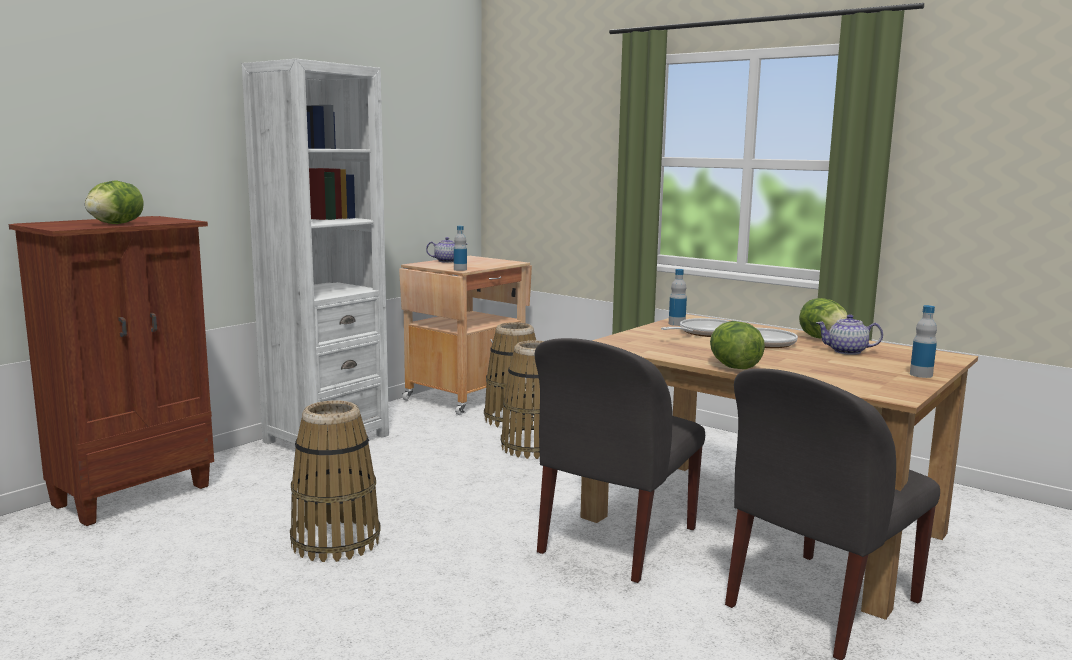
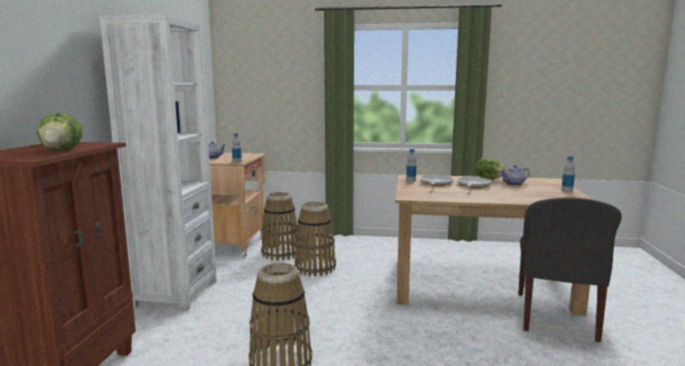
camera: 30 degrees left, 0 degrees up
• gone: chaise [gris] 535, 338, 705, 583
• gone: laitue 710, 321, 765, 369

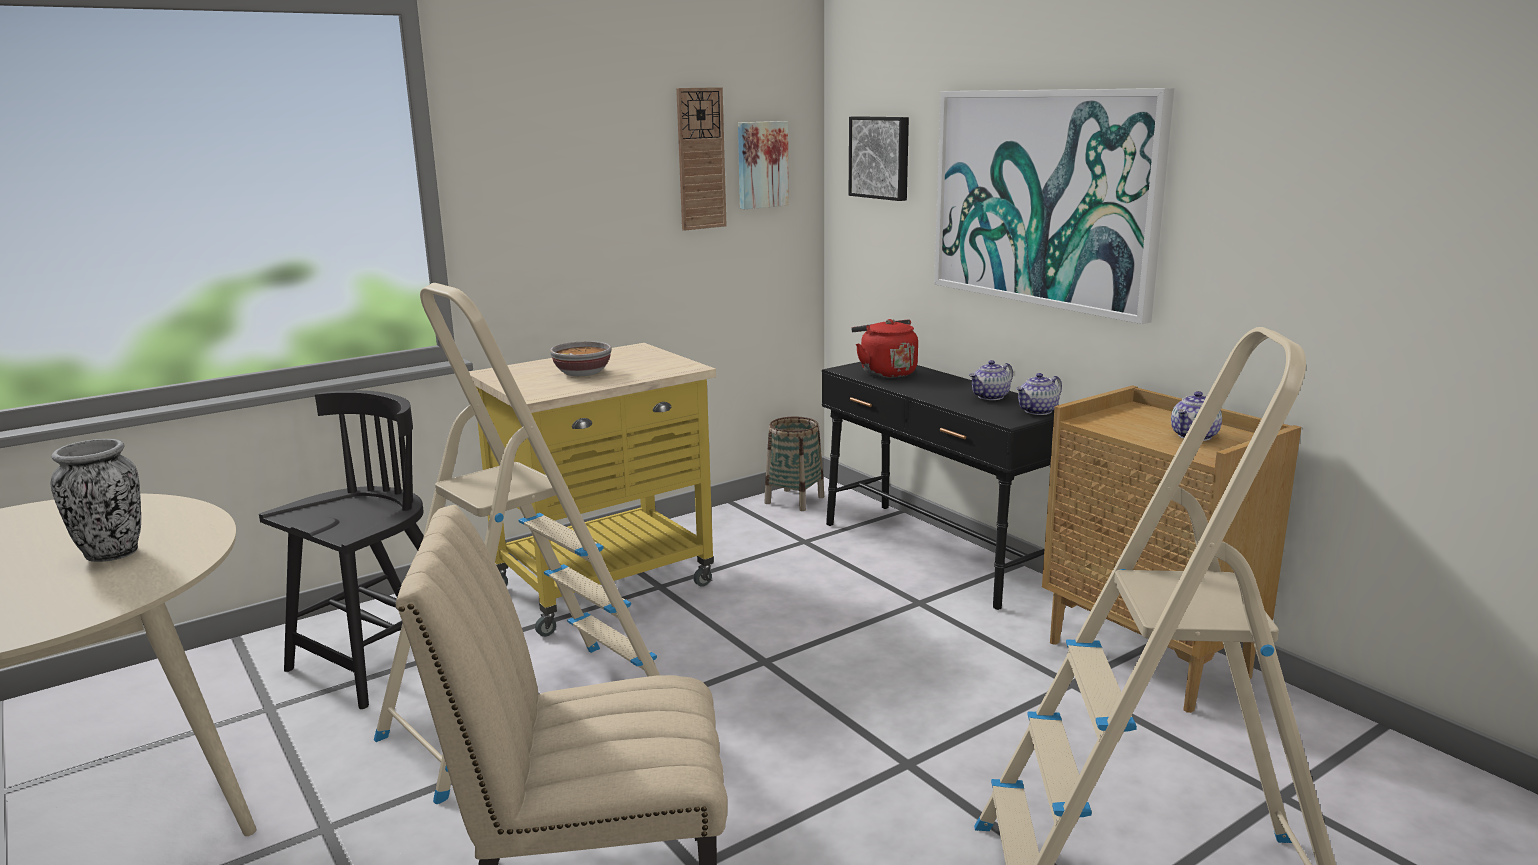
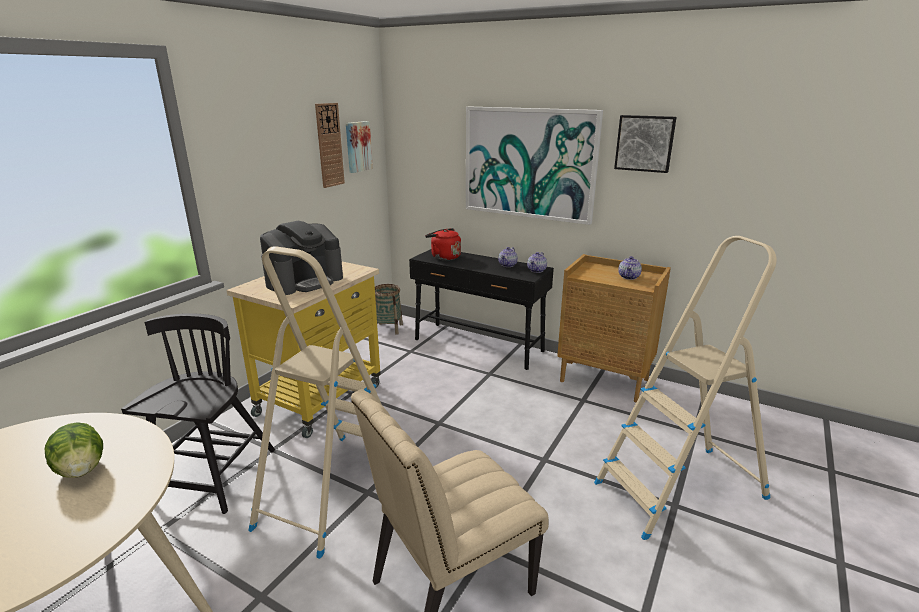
camera: 25 degrees left, 5 degrees up
• swapped: vase 51, 439, 141, 562 to laitue 45, 422, 103, 478
• swapped: bol 550, 341, 611, 376 to machine à café 260, 221, 343, 295
• shifted: tableau 849, 116, 909, 201 to 614, 115, 677, 173

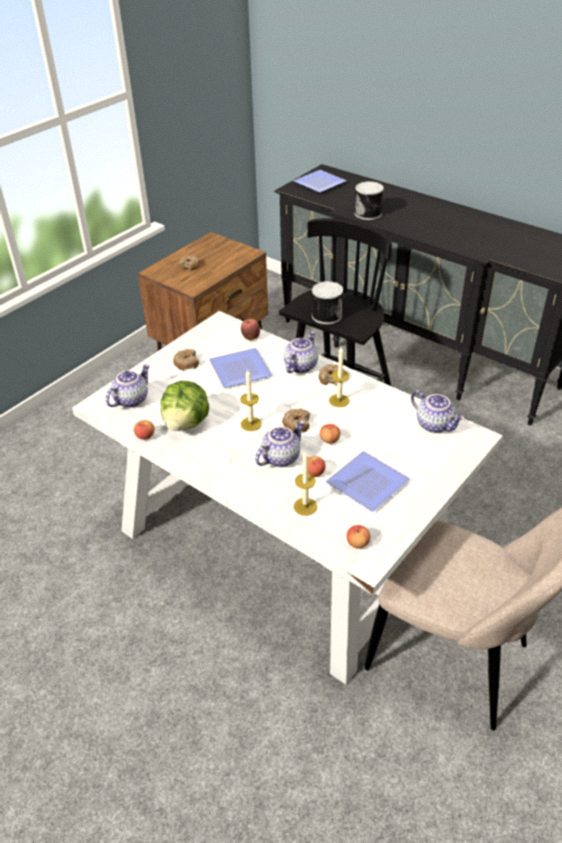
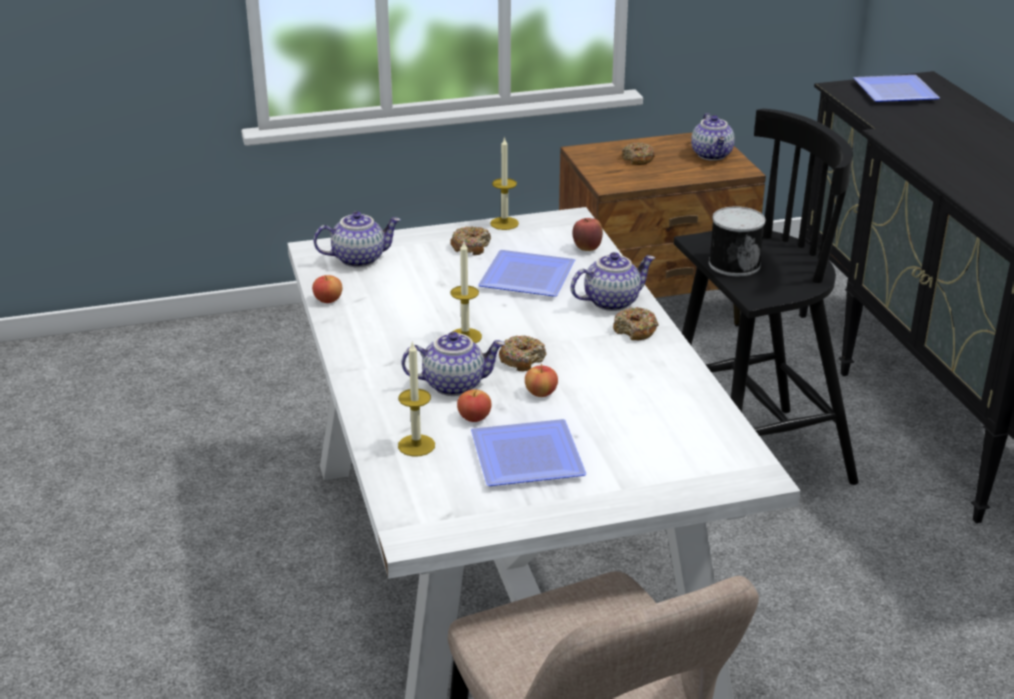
camera: 35 degrees right, 10 degrees down
• gone: laitue 161, 381, 209, 431
• shifted: bougie 329, 347, 349, 407 to 490, 137, 519, 230
• gone: pomme 346, 525, 370, 548
• gone: boîte métallique 354, 181, 384, 220
• shifted: théière 411, 390, 465, 433 to 691, 113, 735, 161

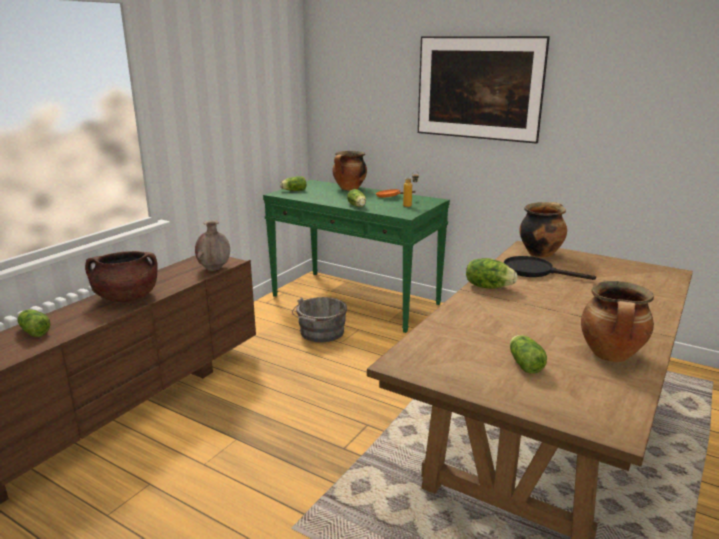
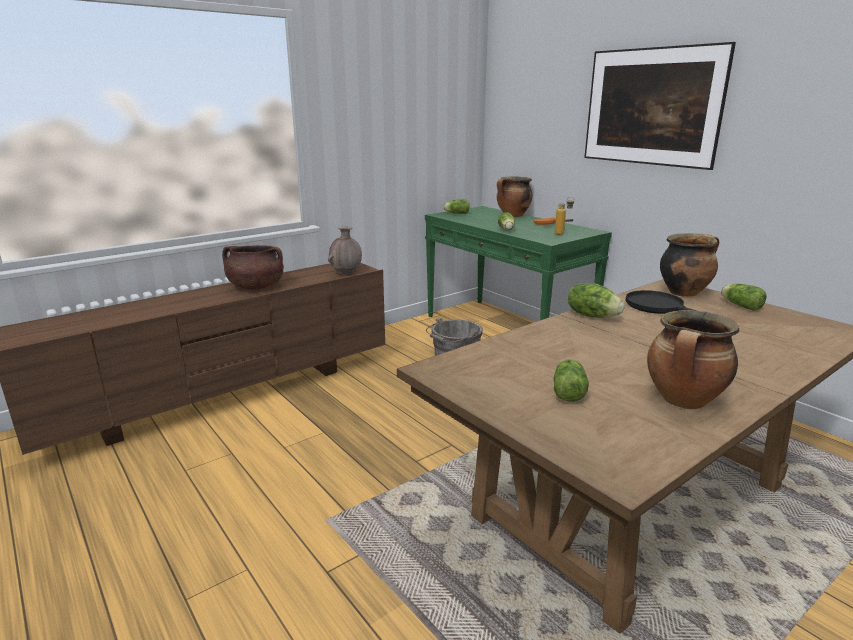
camera: 20 degrees right, 0 degrees up
• shifted: laitue 18, 309, 51, 337 to 721, 284, 767, 311

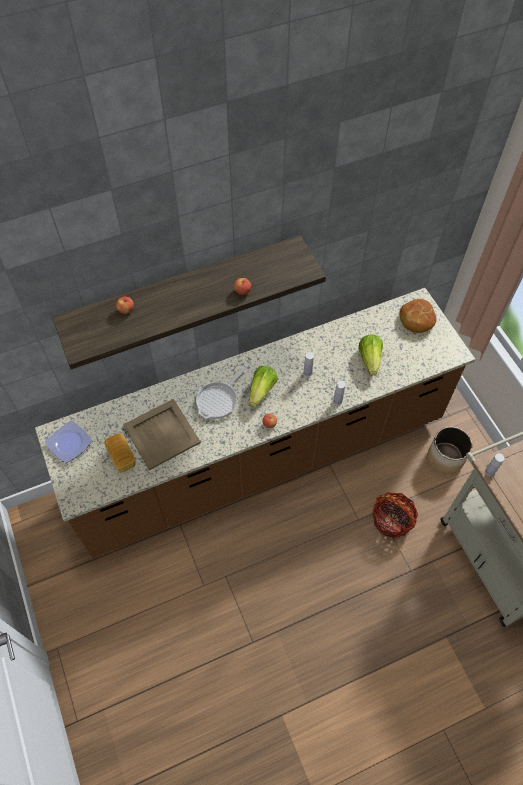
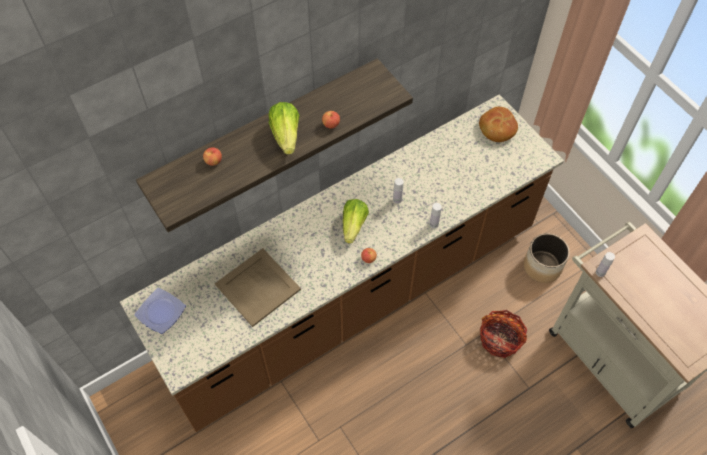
camera: 10 degrees left, 0 degrees up
• gone: pain 104, 433, 136, 472
• gone: poêle 196, 365, 247, 419
• shifted: laitue 358, 334, 383, 375 to 269, 102, 299, 155

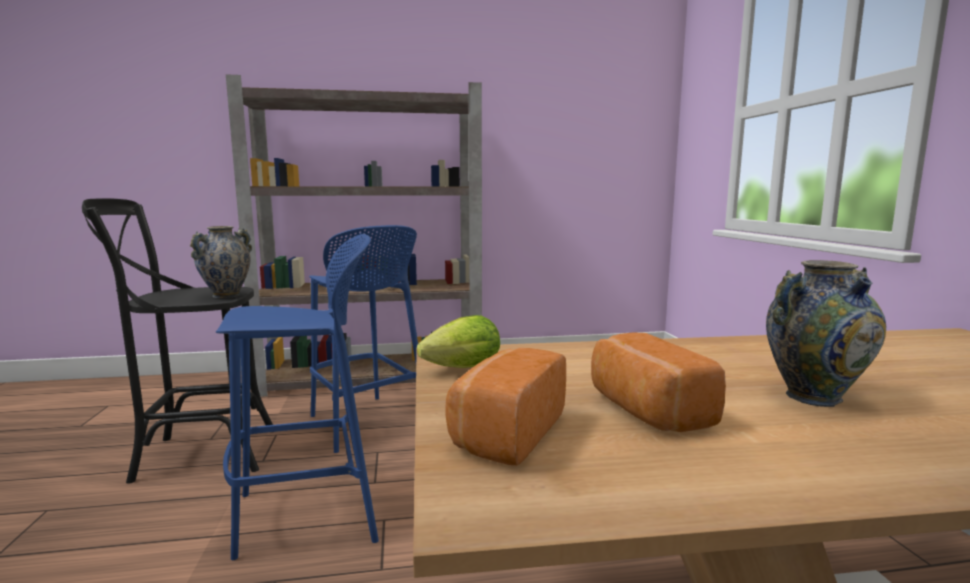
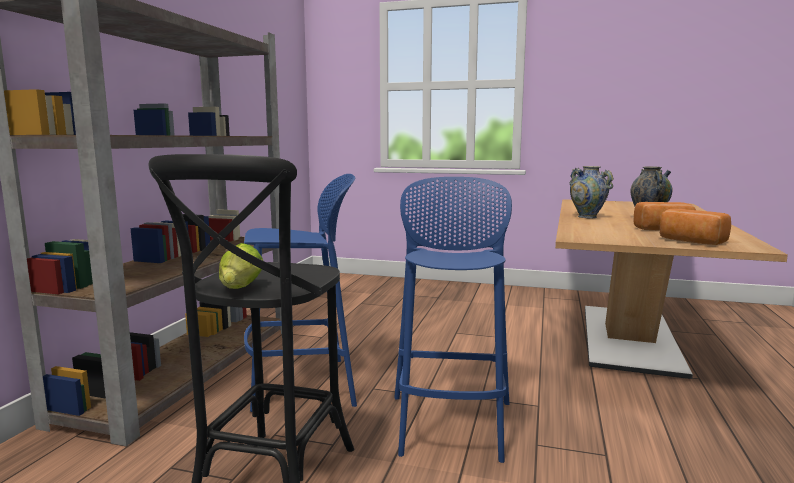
camera: 65 degrees left, 0 degrees up
• shifted: vase 190, 226, 252, 298 to 570, 166, 614, 218
• shifted: laitue 417, 315, 500, 368 to 219, 243, 263, 289

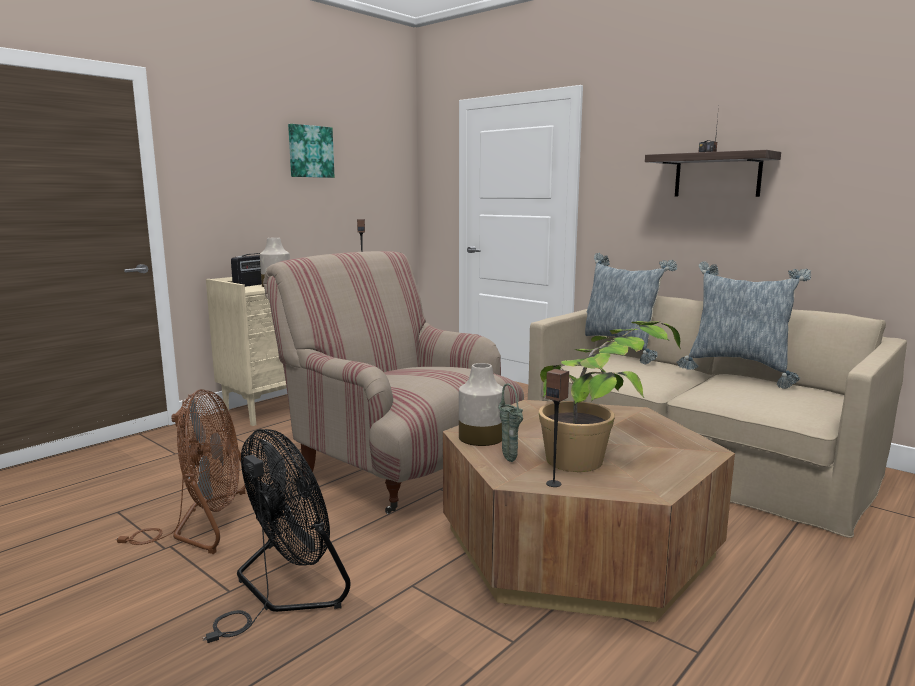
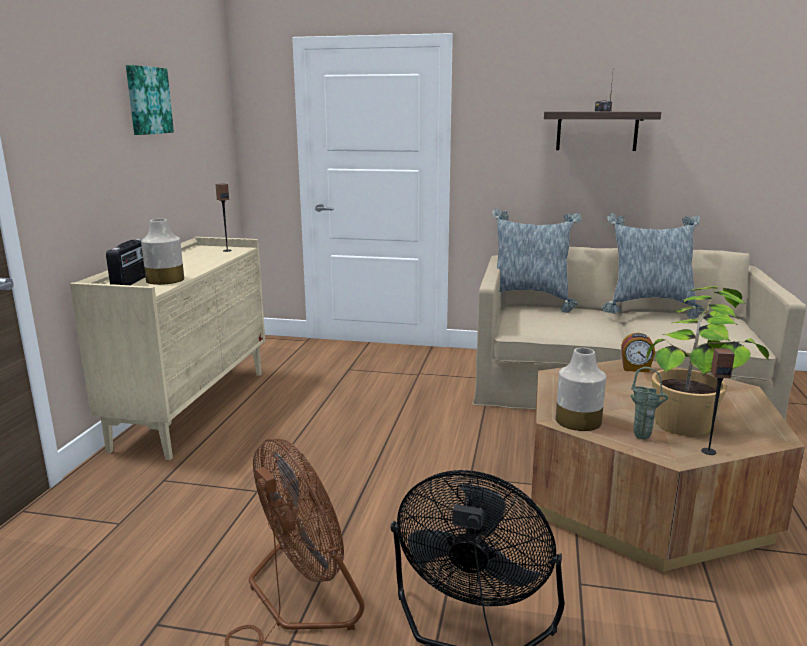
camera: 30 degrees left, 5 degrees up
• gone: fauteuil [beige] 263, 251, 524, 514
• new: réveil 621, 333, 655, 372

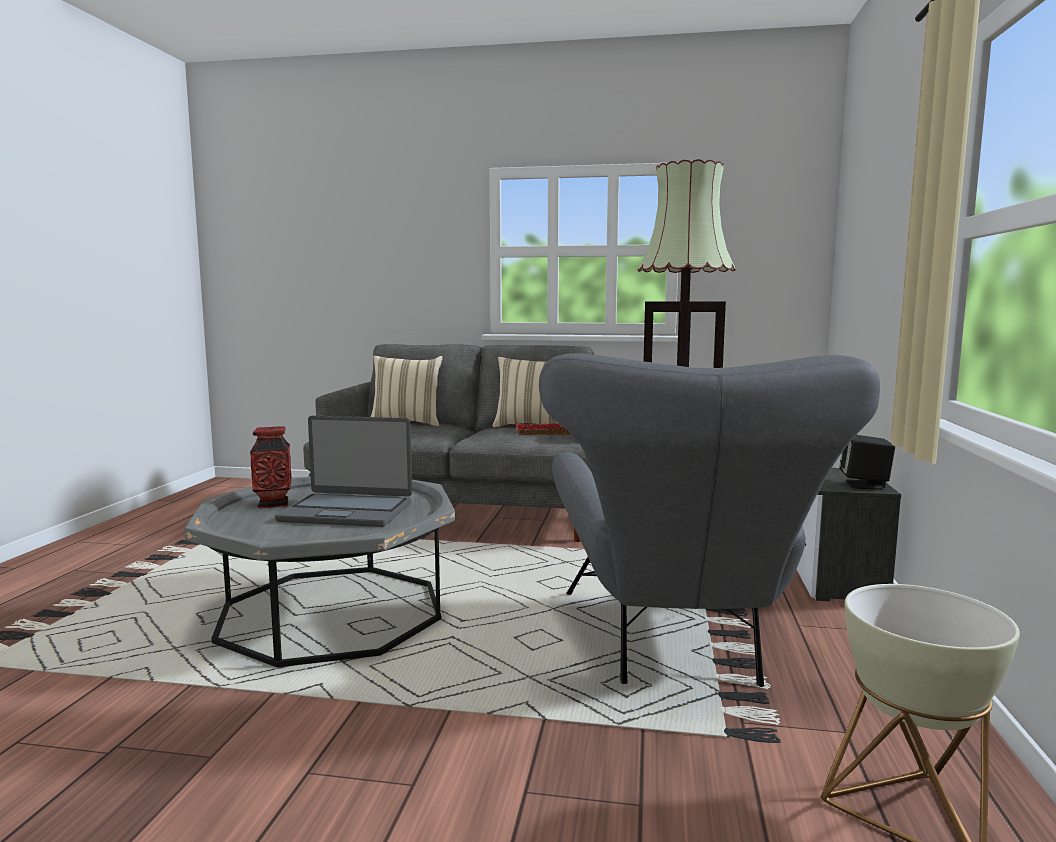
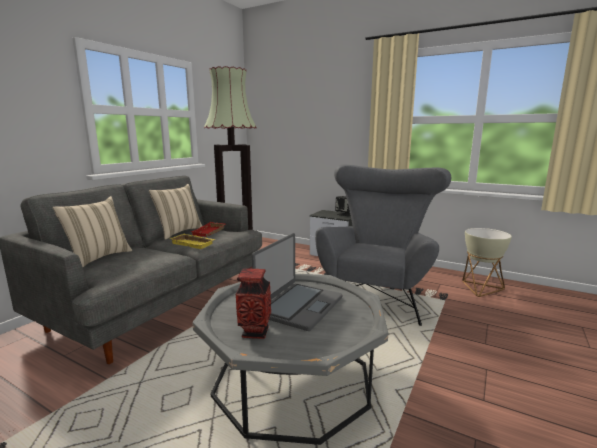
camera: 70 degrees left, 5 degrees up
• rotated: fauteuil [gris] 539, 353, 880, 687 = 315, 165, 451, 326 90 degrees counterclockwise
• new: plateau [jaune] 170, 234, 215, 249

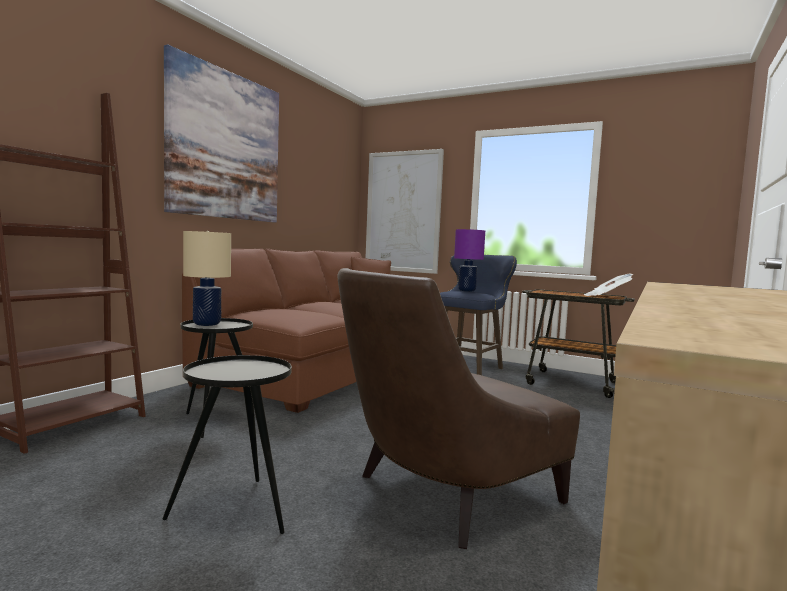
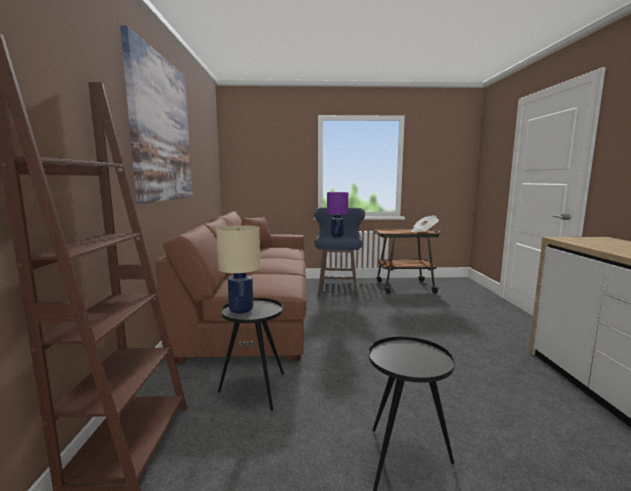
camera: 30 degrees left, 5 degrees up
• gone: fauteuil [marron] 338, 268, 580, 549
• gone: tableau 366, 149, 444, 274

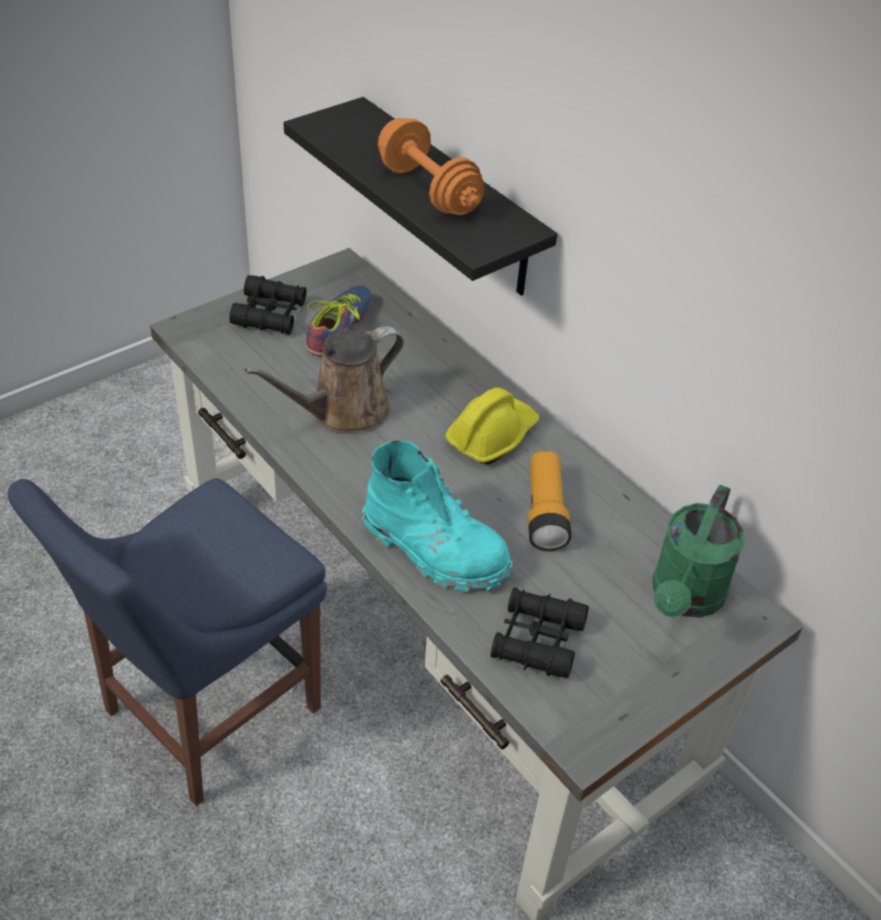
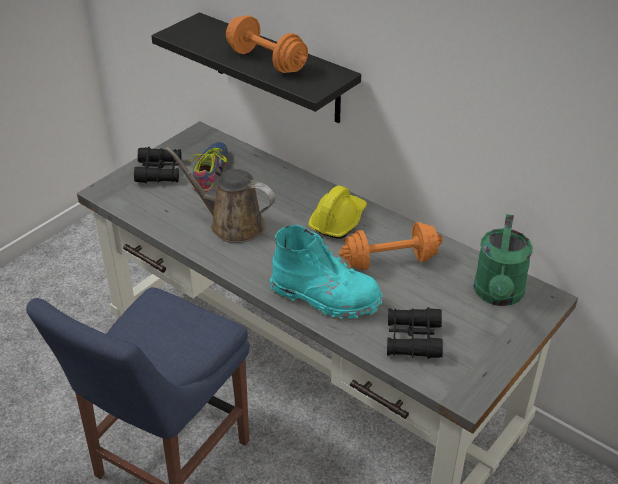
camera: 10 degrees left, 5 degrees down
• rotated: arrosoir [marron] 244, 326, 404, 433 = 165, 147, 275, 243 75 degrees clockwise
• swapped: lampe de poche 528, 451, 571, 551 to haltère [orange] 339, 222, 443, 270

